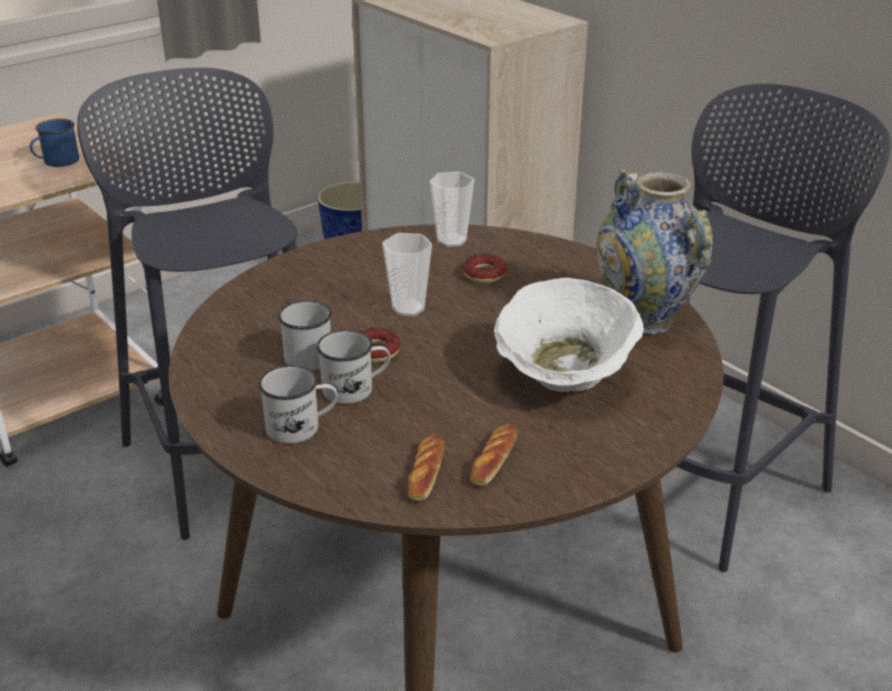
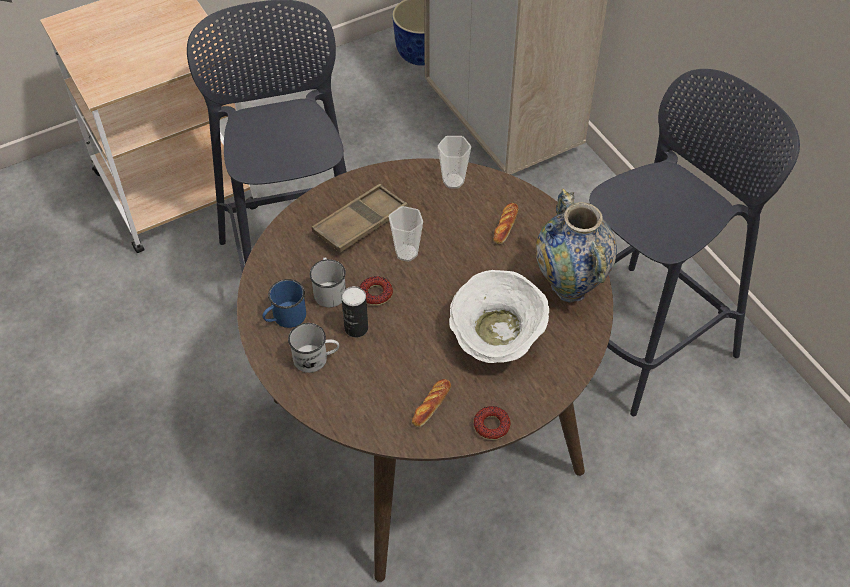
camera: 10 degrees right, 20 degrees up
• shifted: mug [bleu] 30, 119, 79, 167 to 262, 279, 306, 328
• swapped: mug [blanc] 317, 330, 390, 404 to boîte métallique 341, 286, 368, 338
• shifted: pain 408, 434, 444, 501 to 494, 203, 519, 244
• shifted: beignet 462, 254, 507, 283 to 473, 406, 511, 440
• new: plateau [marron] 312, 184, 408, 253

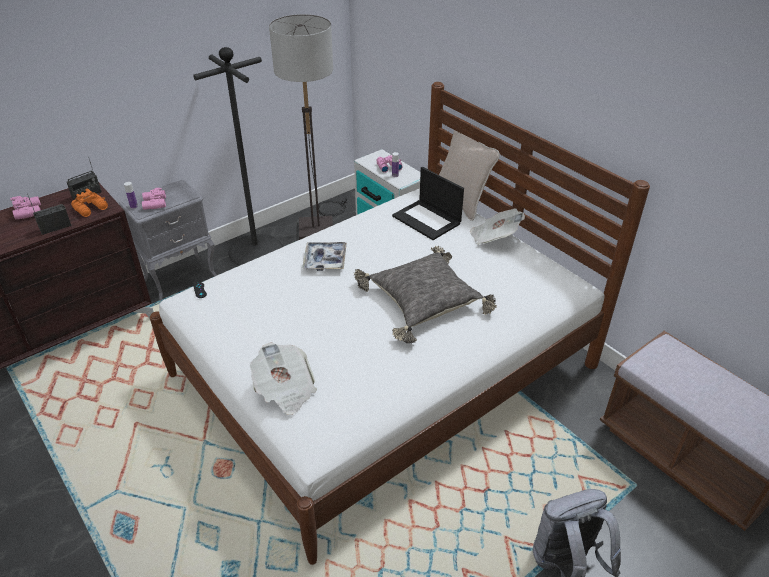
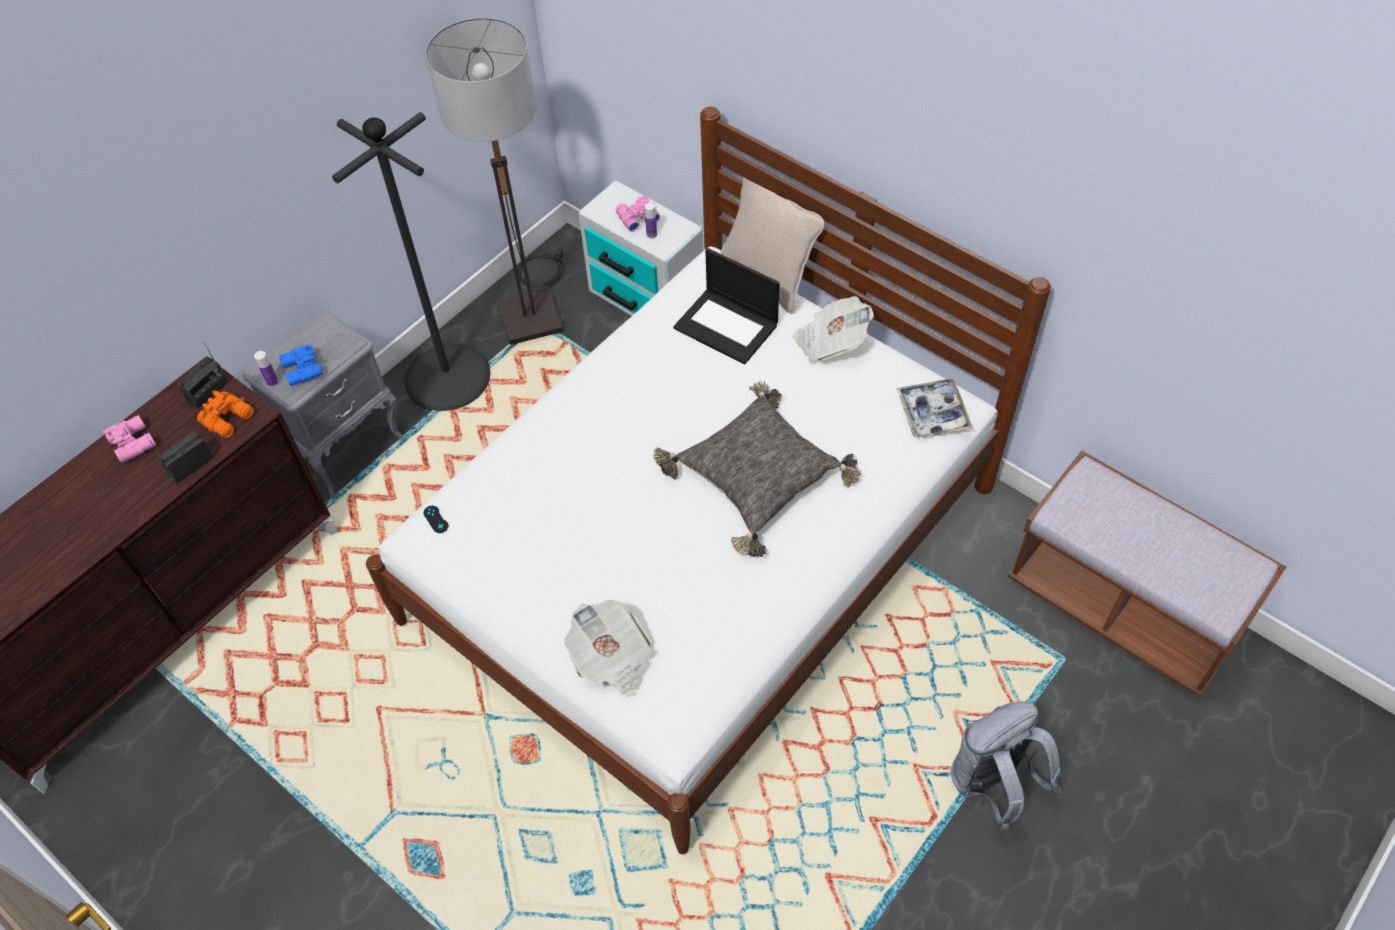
camera: 10 degrees left, 15 degrees up
• repainted: jumelles [rose] 142, 188, 166, 210 to jumelles [bleu] 279, 345, 323, 386
• shifted: plateau 302, 242, 347, 271 to 896, 378, 973, 438

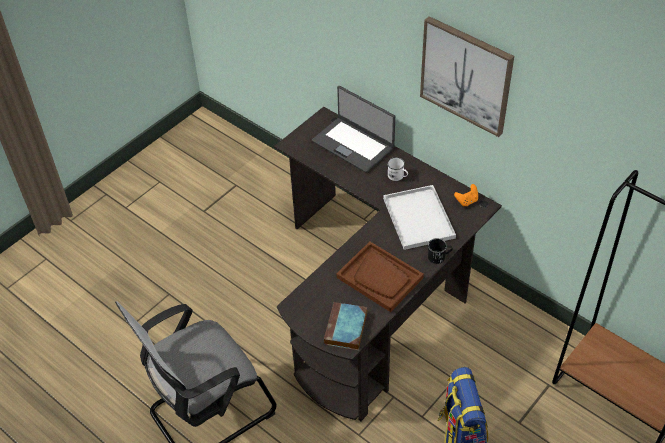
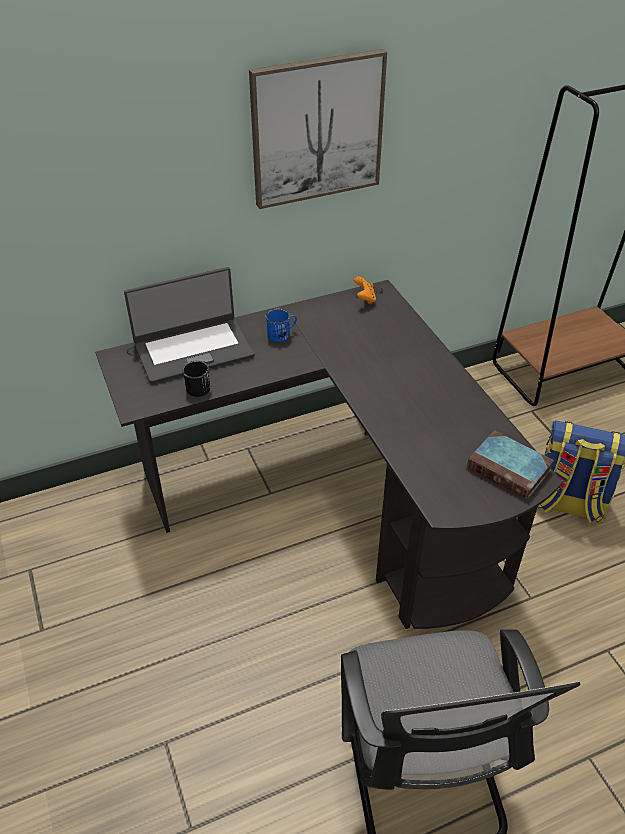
camera: 65 degrees left, 5 degrees down
• gone: plateau [marron] 336, 241, 424, 312
• gone: plateau [blanc] 383, 185, 456, 250
• repainted: mug [blanc] 387, 157, 408, 181 to mug [bleu] 265, 309, 297, 342
• shifted: mug [noir] 428, 238, 453, 264 to 182, 361, 210, 397

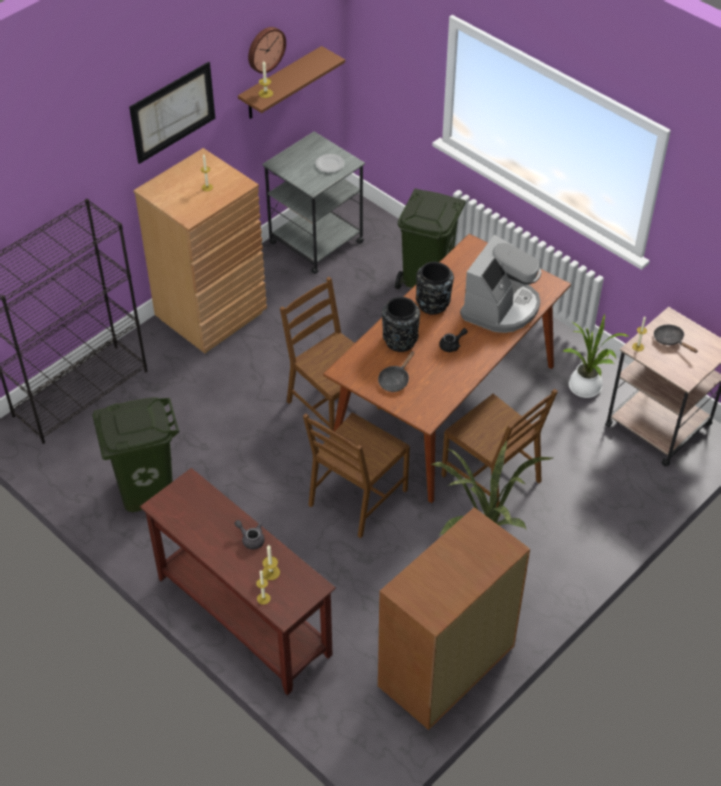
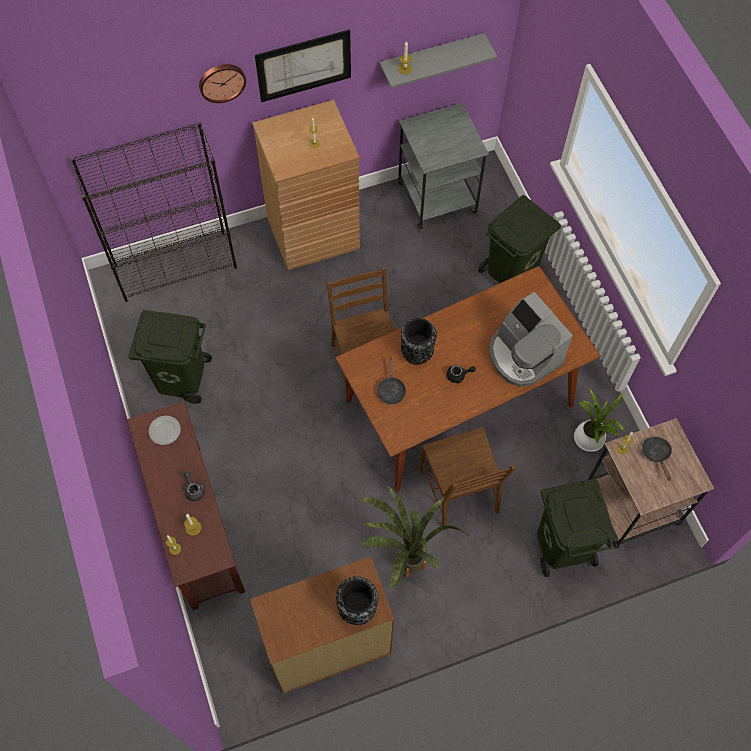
camera: 25 degrees right, 15 degrees up
• repainted: étagère [marron] 238, 46, 345, 119 to étagère [gris] 380, 33, 497, 88
• shifted: horloge murale 248, 27, 286, 73 to 199, 64, 246, 103
• gone: chaise [marron] 303, 412, 410, 538
• shifted: assiette 315, 154, 344, 173 to 149, 416, 181, 445
• rotated: poêle [noir] 378, 351, 415, 392 = 377, 358, 406, 405 60 degrees counterclockwise
• shifted: vase [noir] 416, 262, 454, 315 to 336, 576, 378, 625
• rotated: machine à café 460, 235, 541, 333 = 489, 292, 573, 387 90 degrees clockwise
• new: poubelle [vert] 537, 479, 615, 577

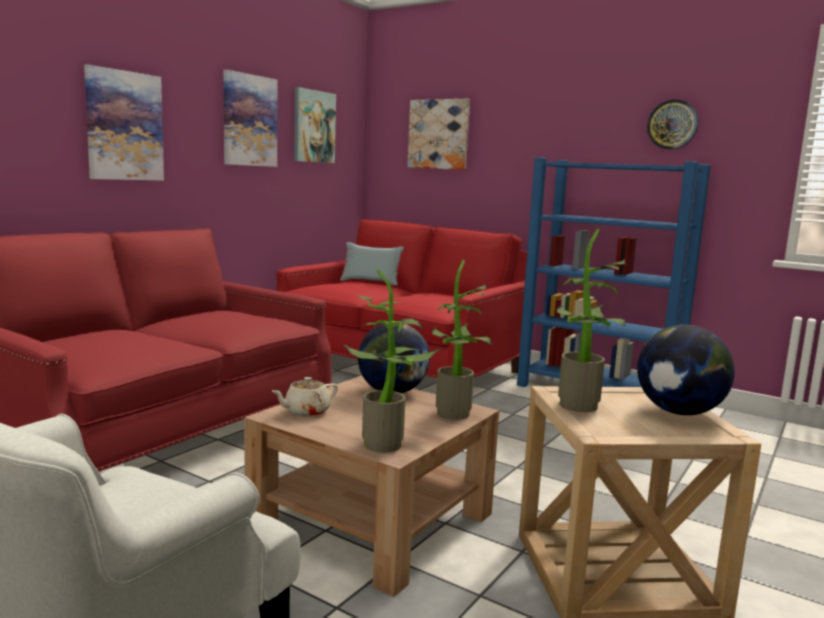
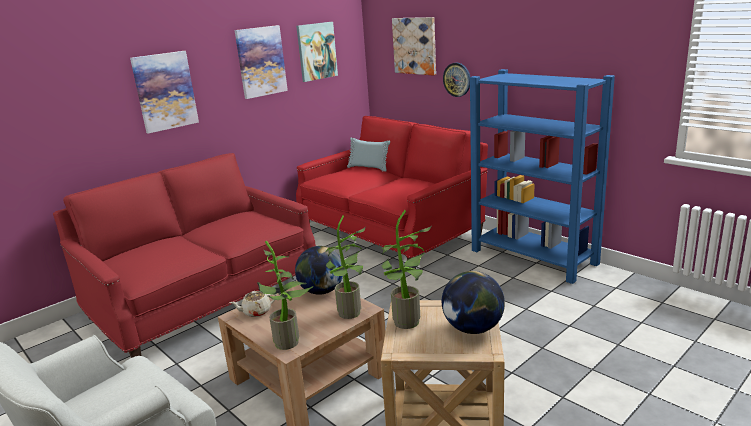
camera: 15 degrees right, 10 degrees up
• shifted: horloge murale 647, 99, 698, 150 to 443, 63, 470, 97

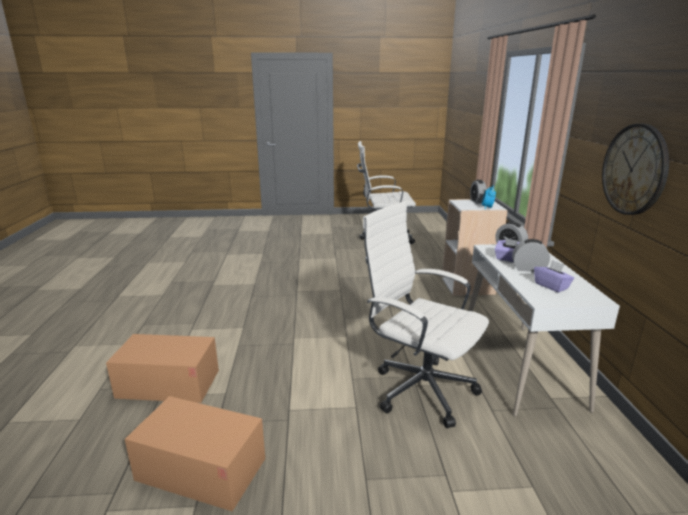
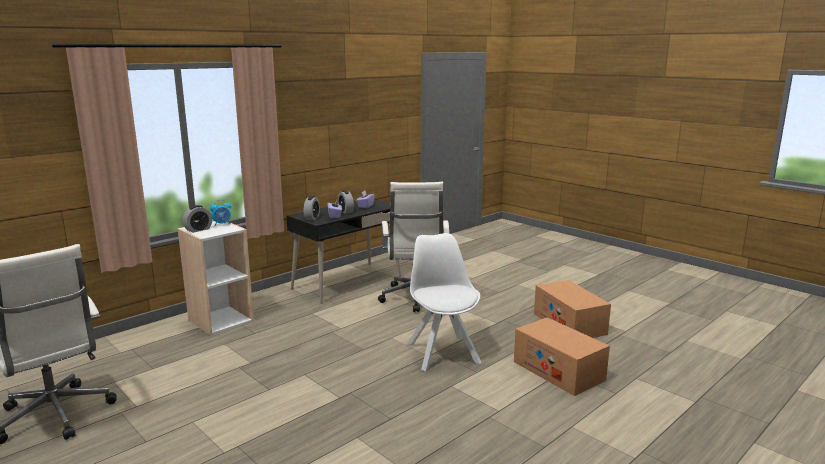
camera: 130 degrees left, 5 degrees down
• repainted: bureau [blanc] 468, 244, 620, 416 to bureau [noir] 286, 199, 401, 304
• gone: horloge murale 602, 124, 669, 215
• new: chaise [blanc] 407, 233, 481, 371

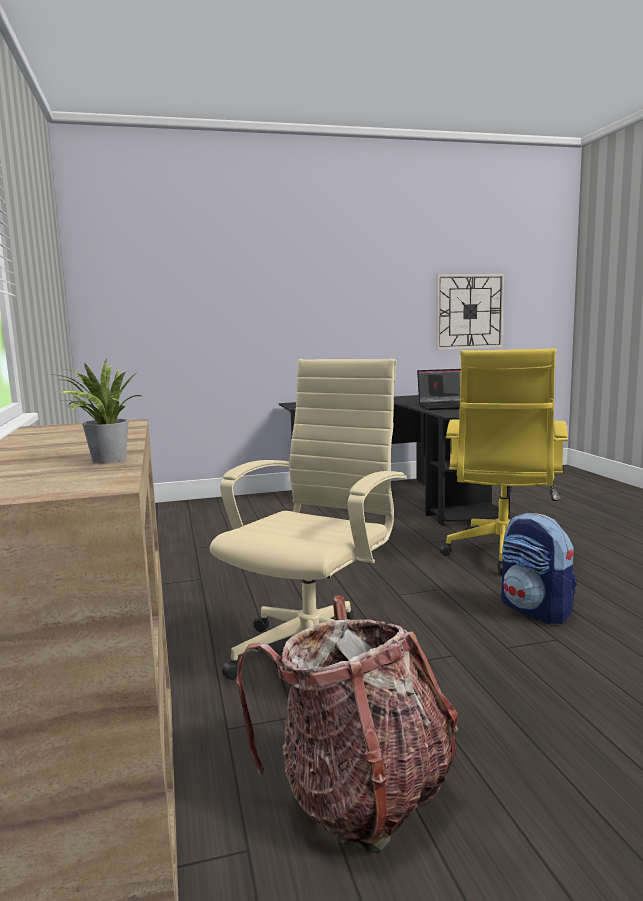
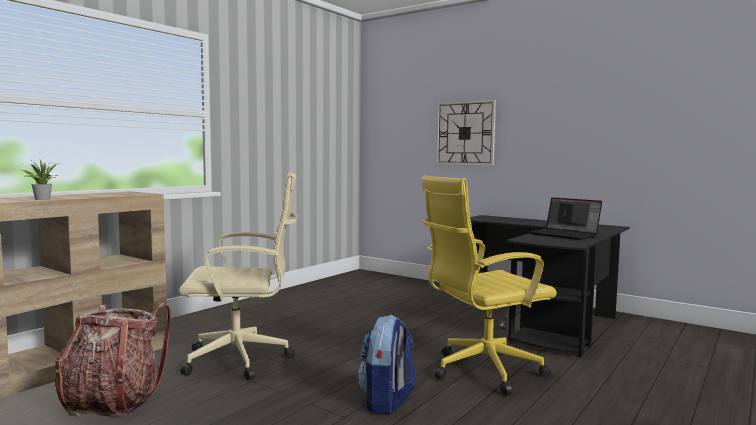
camera: 50 degrees right, 5 degrees down
• shifted: horloge murale 436, 274, 505, 350 to 436, 100, 496, 166

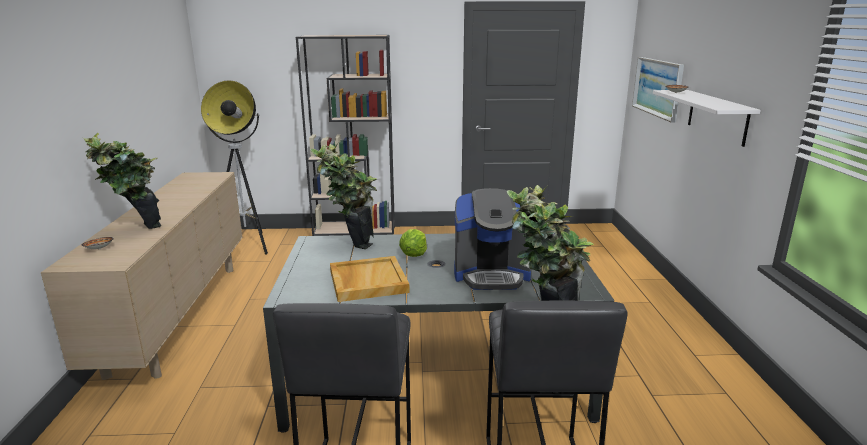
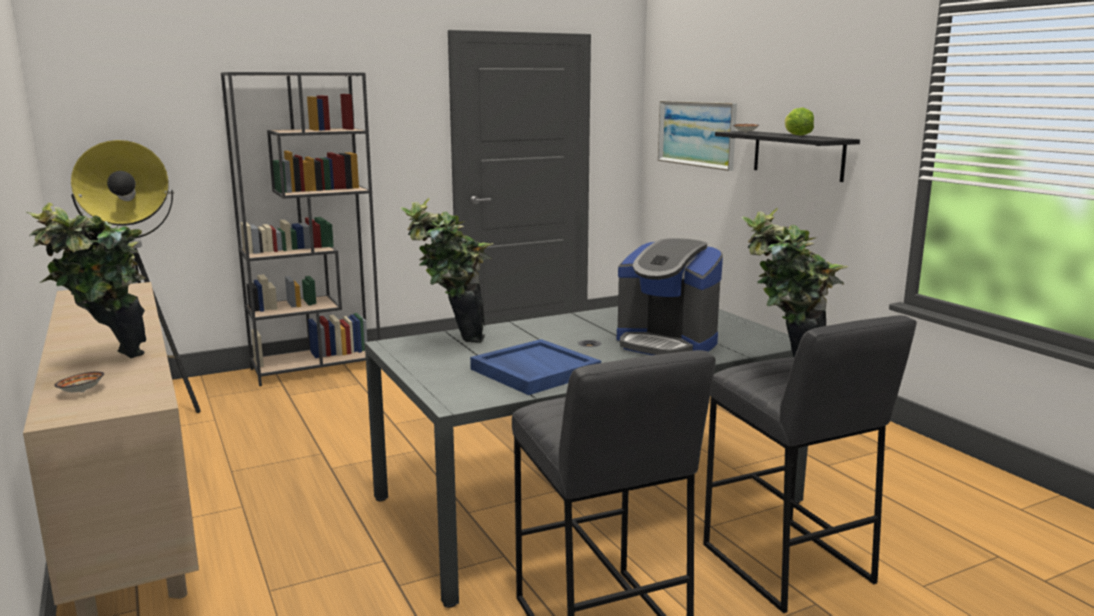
camera: 25 degrees left, 5 degrees down
• repainted: plateau [beige] 330, 256, 410, 302 to plateau [bleu] 470, 339, 601, 395
• shifted: laitue 399, 229, 427, 257 to 785, 108, 814, 136
• rotated: machine à café 454, 188, 531, 290 = 617, 238, 723, 355 60 degrees clockwise
• repainted: étagère [blanc] 653, 90, 761, 147 to étagère [noir] 715, 131, 860, 182

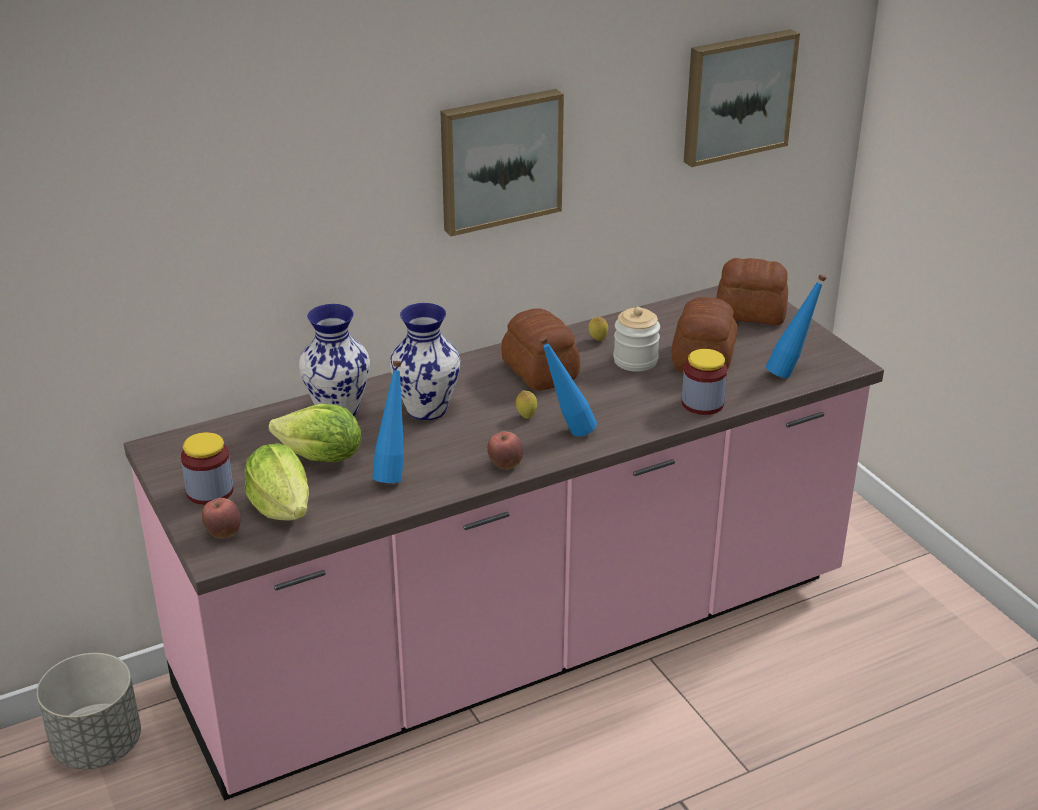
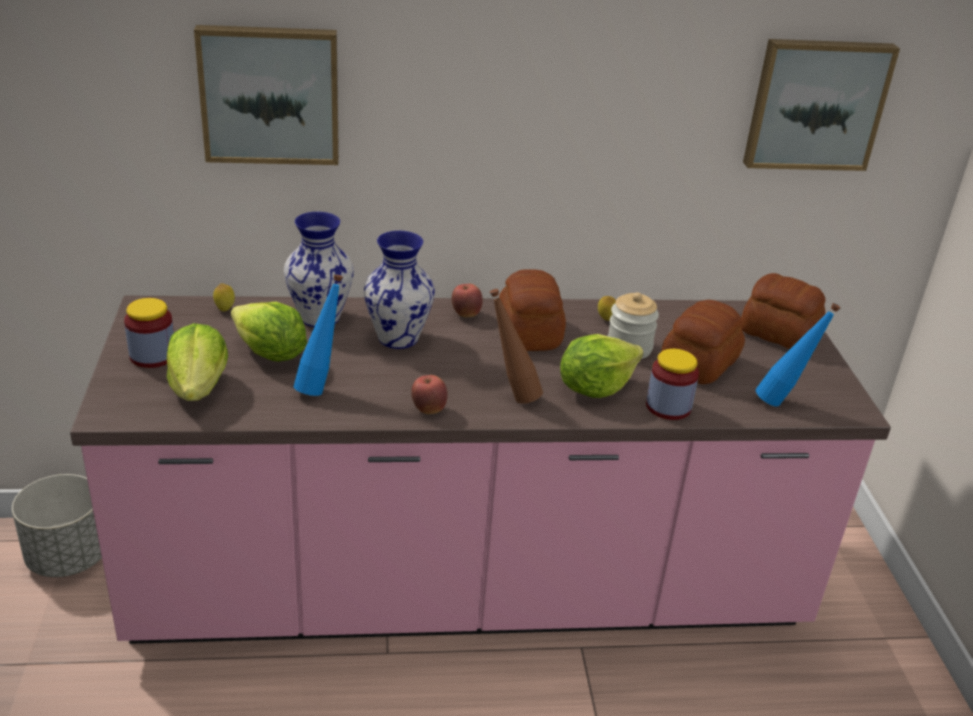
camera: 20 degrees right, 0 degrees up
• shifted: pomme 202, 498, 240, 539 to 452, 284, 483, 317
• shifted: tableau 440, 89, 564, 236 to 194, 25, 339, 165
• shifted: citron 516, 390, 537, 419 to 213, 283, 235, 312
• repainted: bouteille [bleu] 539, 336, 597, 437 to bouteille [marron] 490, 289, 543, 404
• new: laitue 560, 334, 643, 398

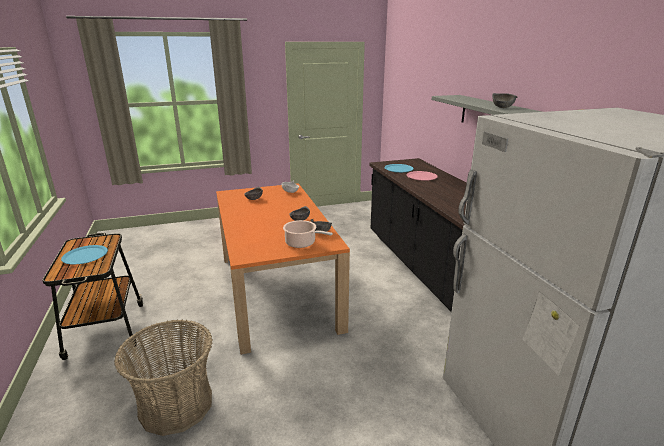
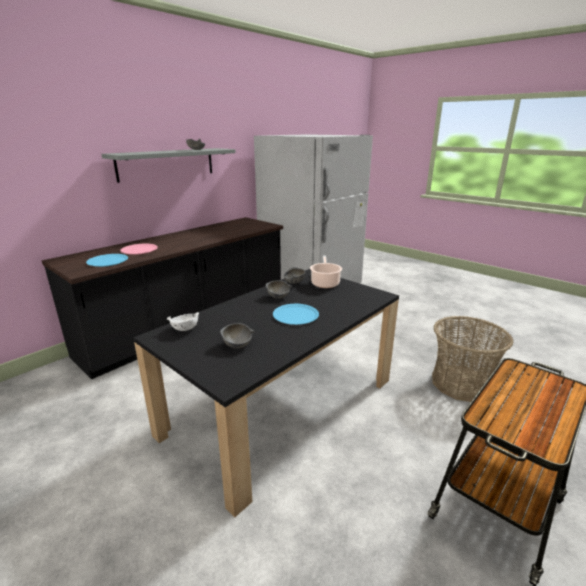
camera: 120 degrees left, 0 degrees up
• shifted: assiette [bleu] 61, 245, 108, 264 to 273, 304, 319, 325
• repainted: table à manger [orange] 216, 183, 350, 355 to table à manger [noir] 133, 269, 399, 517

